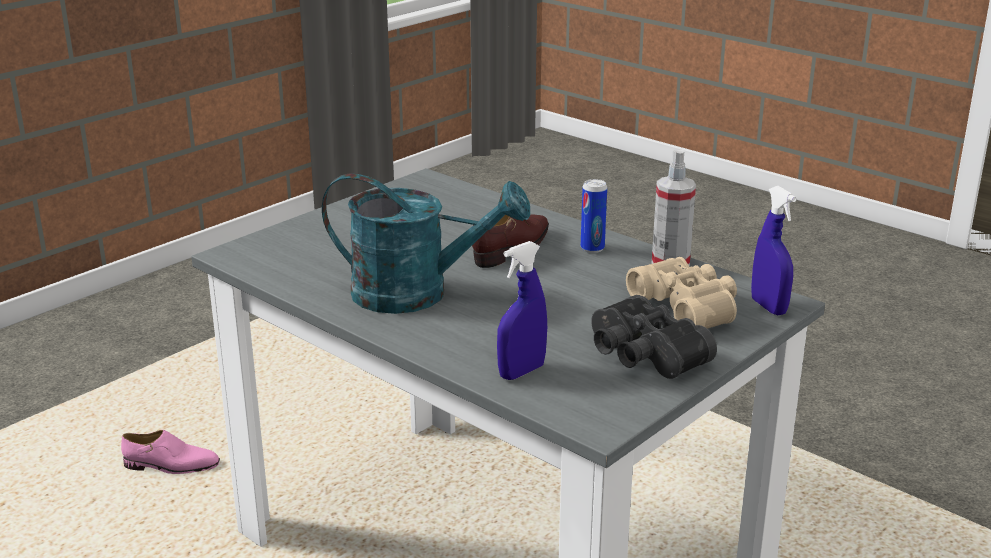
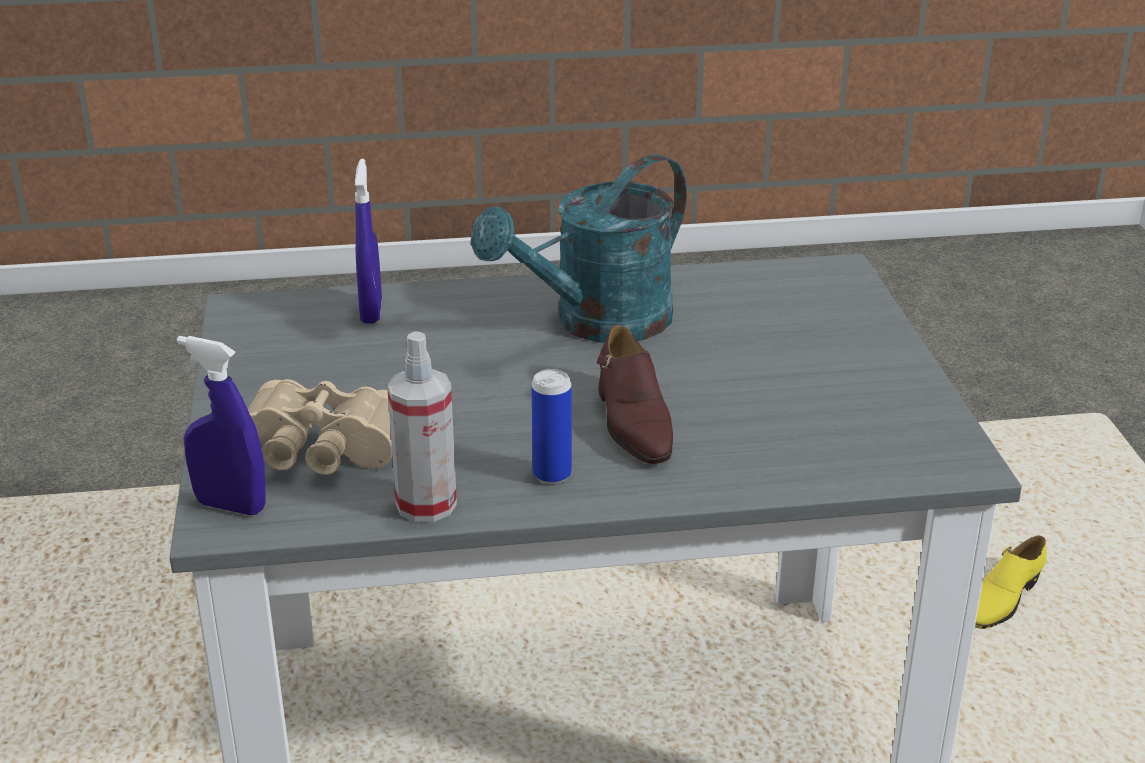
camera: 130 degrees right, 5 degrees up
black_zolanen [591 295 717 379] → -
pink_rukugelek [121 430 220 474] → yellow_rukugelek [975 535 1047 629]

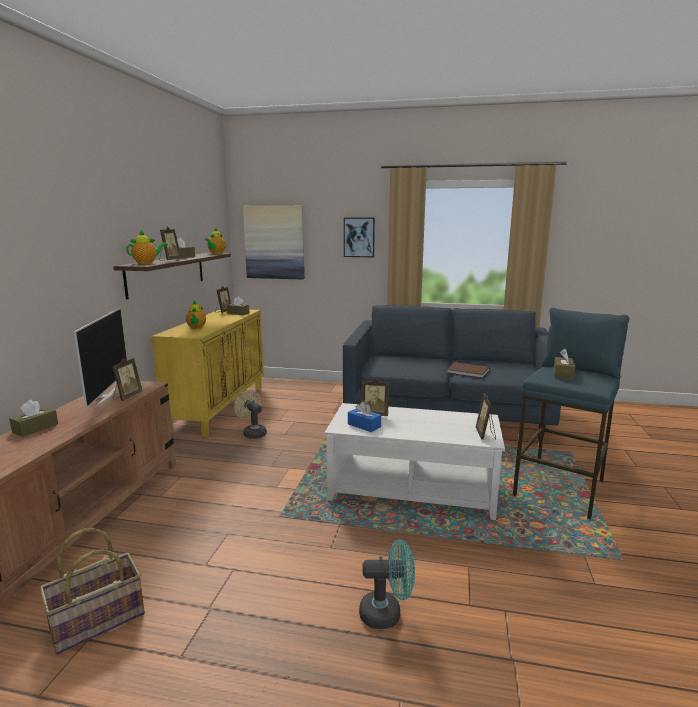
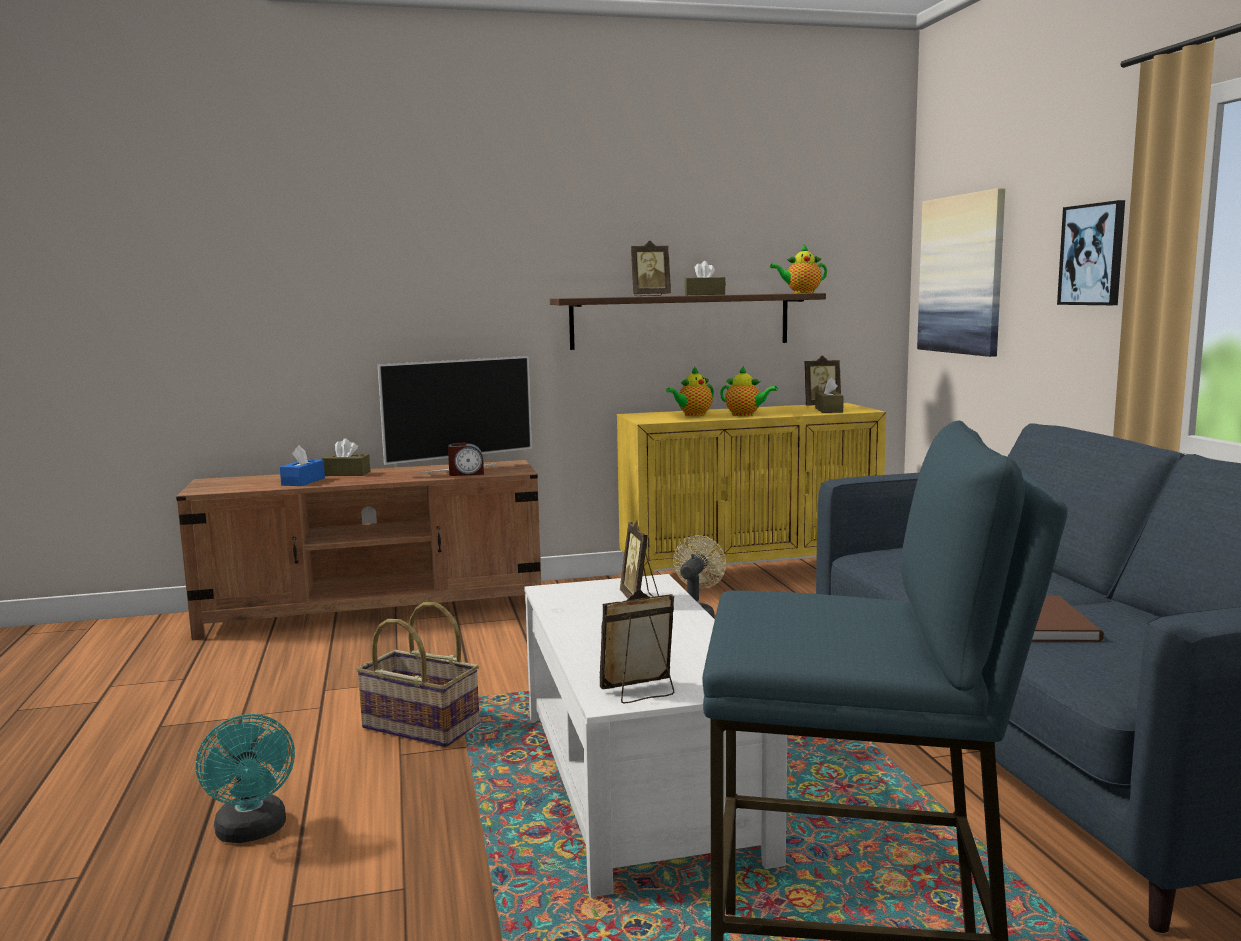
camera: 65 degrees right, 5 degrees down
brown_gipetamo [554 348 575 380] → -
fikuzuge [39 528 145 654] → fikuzuge [356 602 480 747], move
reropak [126 230 168 264] → reropak [720 366 778 416], move
blue_gipetamo [348 402 381 432] → blue_gipetamo [280 445 325 486], move
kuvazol [112 358 142 401] → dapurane [448 443 484 476]

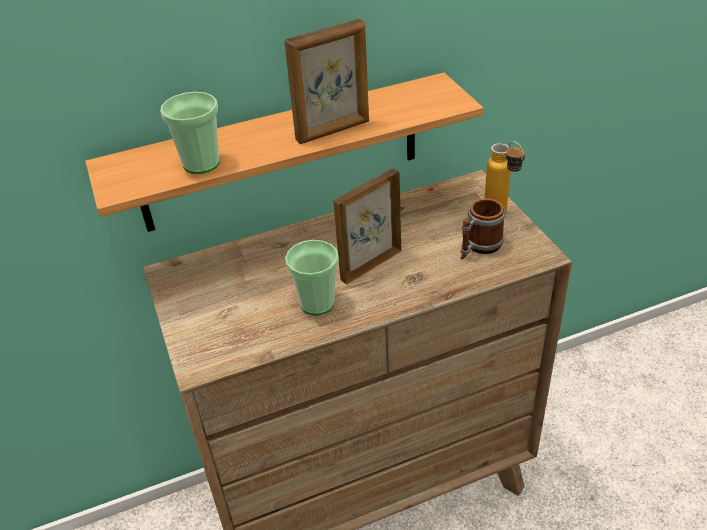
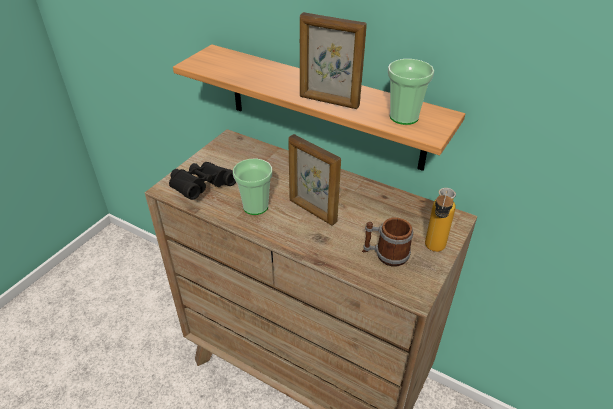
camera: 50 degrees right, 0 degrees up
- → black_zolanen [169 162 236 200]
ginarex [160 92 220 174] → ginarex [388 59 434 125], move
kuvazol [333 168 401 284] → kuvazol [288 134 341 226], 150 degrees counterclockwise

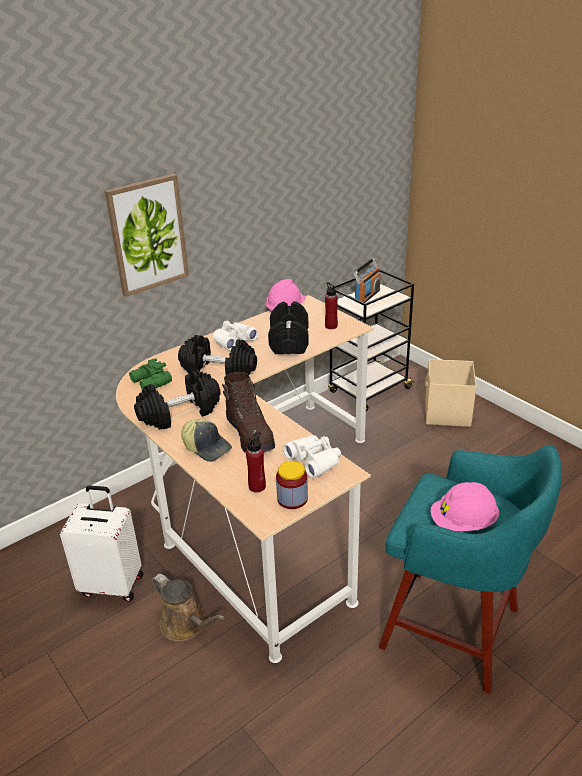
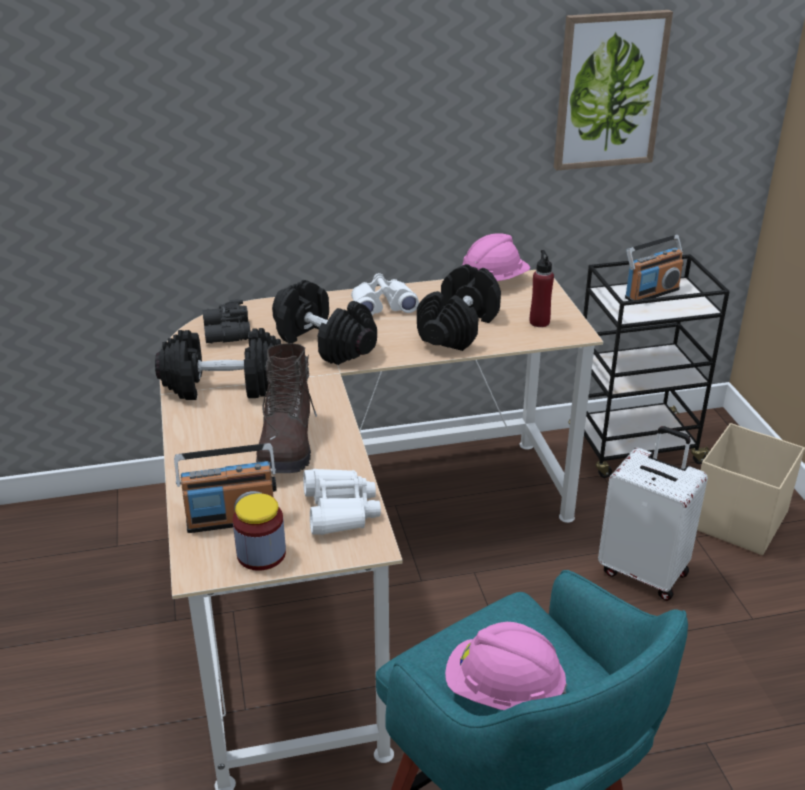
camera: 25 degrees right, 0 degrees up
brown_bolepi [152 574 225 642] → -
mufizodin [181 419 232 462] → -
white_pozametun [60 485 143 602] → white_pozametun [598 426 708 601], move
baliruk [105 174 189 297] → baliruk [554 10 673 170], move
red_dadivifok [246 432 266 492] → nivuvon [174 443 277 533]
green_zolanen [129 359 172 390] → black_zolanen [203 299 250 344]

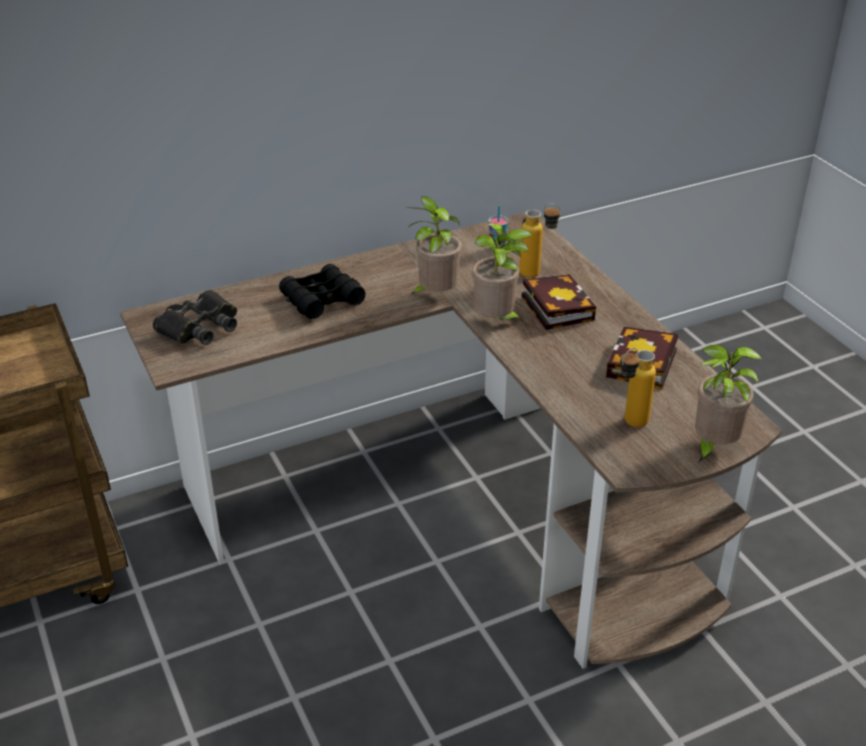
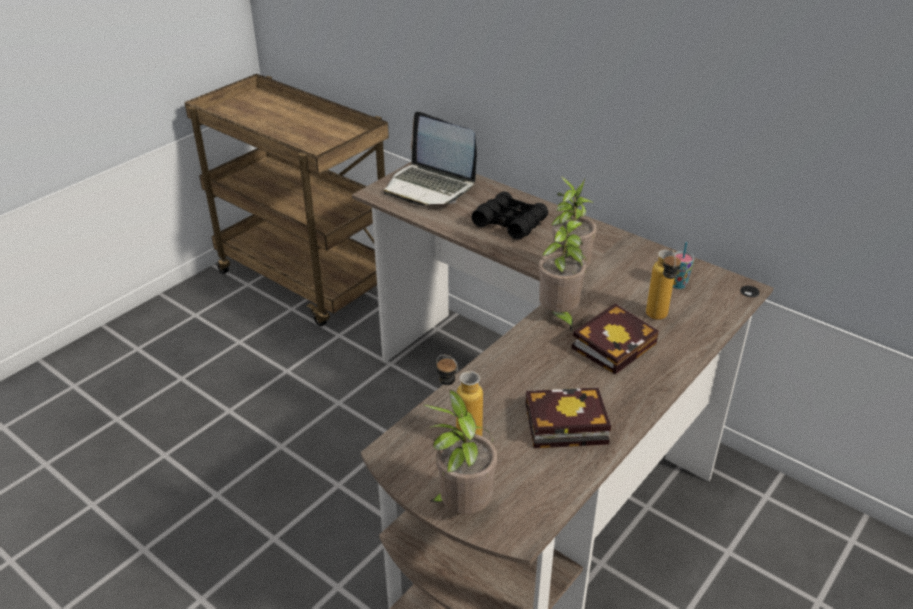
camera: 65 degrees right, 0 degrees up
black_zolanen [153 290 237 345] → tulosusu [384 112 477 206]

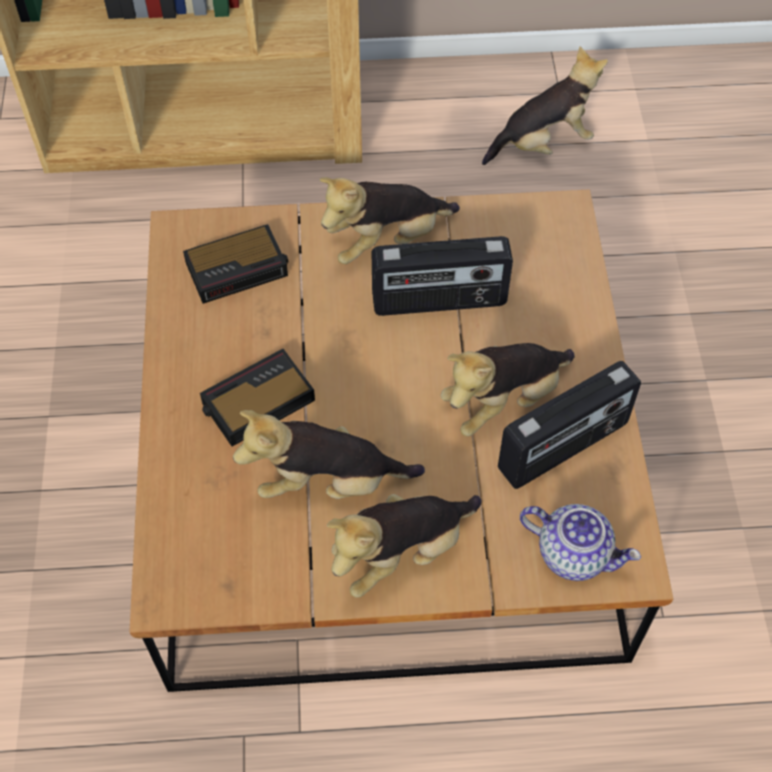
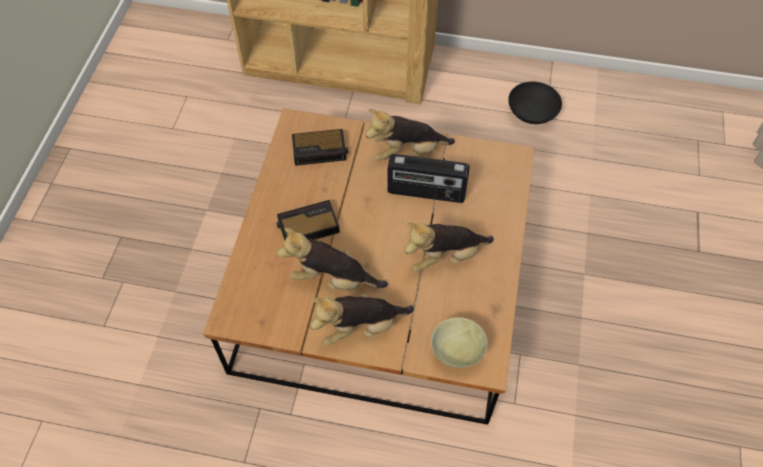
camera: 15 degrees right, 0 degrees up
nivuvon [498 361 641 489] → -
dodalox [482 46 608 165] → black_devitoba [508 82 562 124]
reropak [520 504 641 581] → beige_devitoba [431 317 488 368]

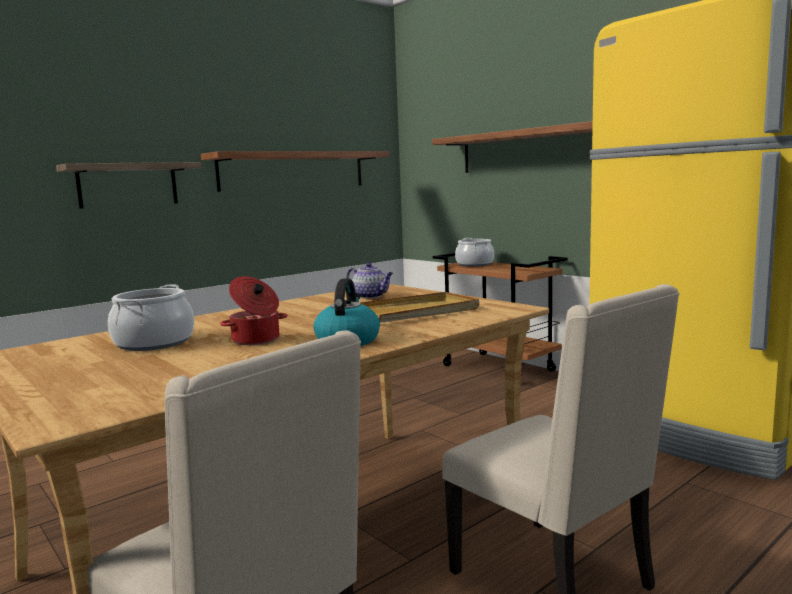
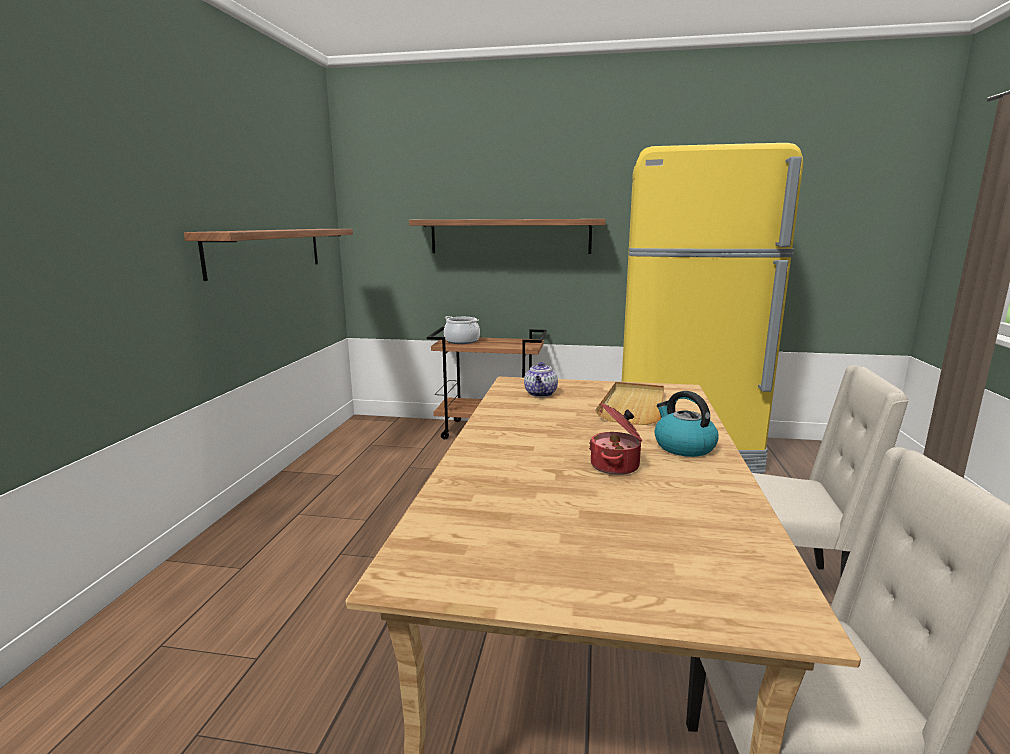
camera: 40 degrees left, 5 degrees up
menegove [56 162 201 209] → -
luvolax [108 285 194 351] → -
reropak [346 263 393 298] → reropak [524 362 558 397], 105 degrees clockwise

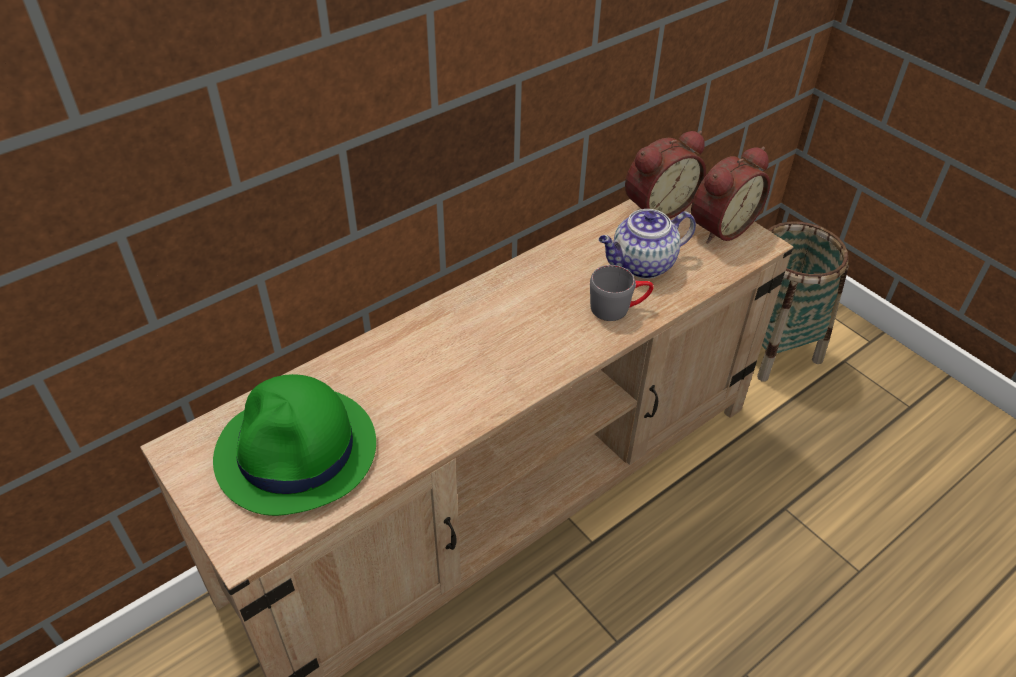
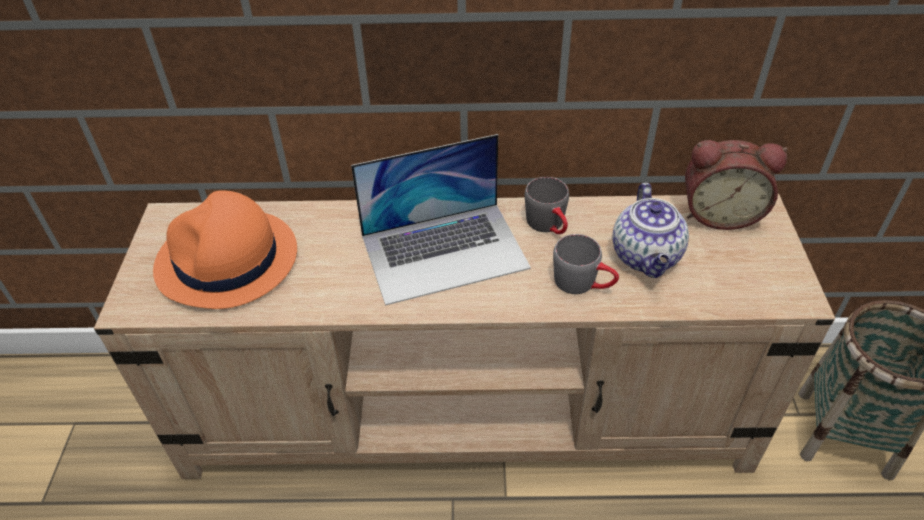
camera: 40 degrees right, 0 degrees up
dapurane [691 147 770 244] → -
- → tulosusu [351 134 531 305]
- → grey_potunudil [525 177 569 234]
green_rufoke [213 374 376 516] → orange_rufoke [153 190 297 309]
reropak [599 209 696 279] → reropak [613 183 689 278], 105 degrees counterclockwise

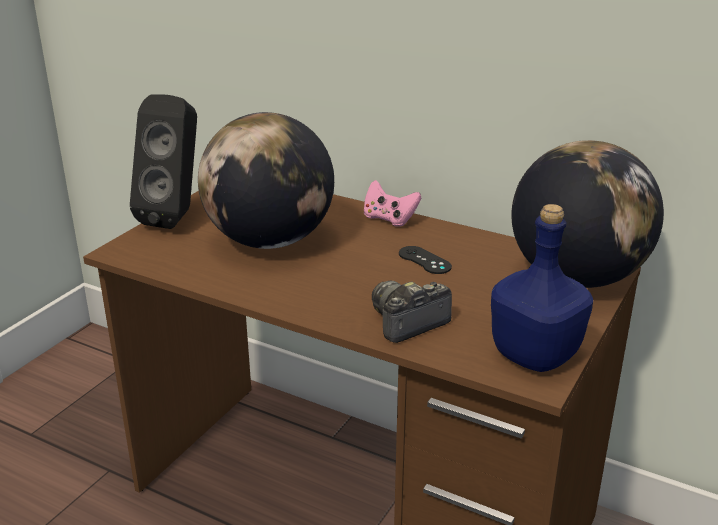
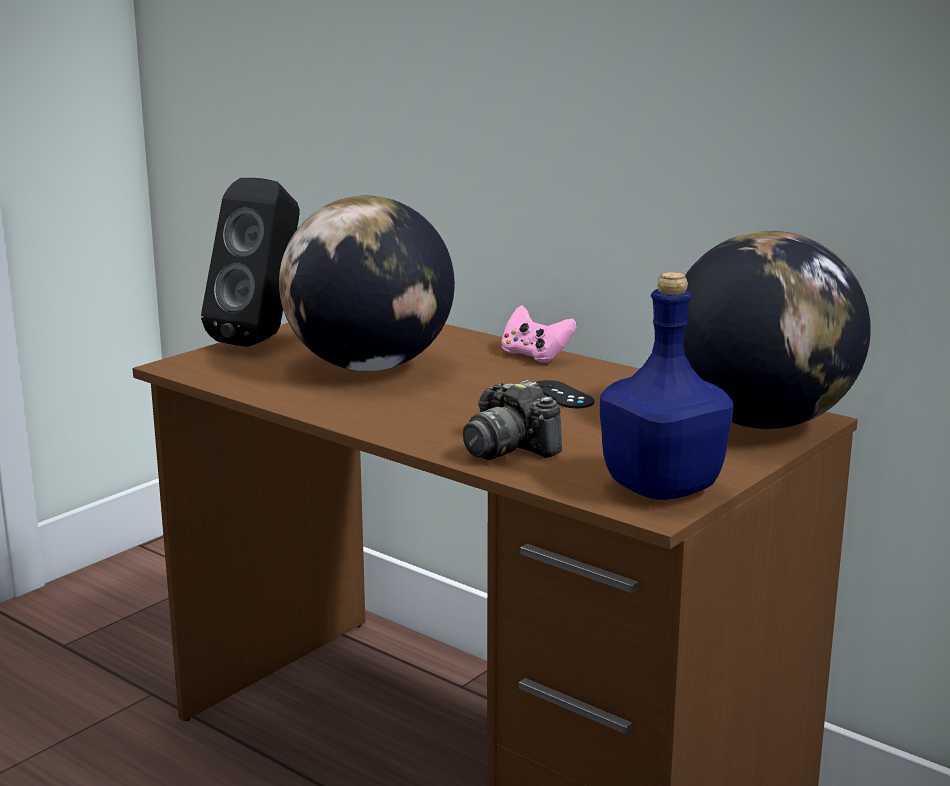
camera: 10 degrees right, 10 degrees down
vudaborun [372 281 452 343] → vudaborun [463 380 562 460], 105 degrees counterclockwise

